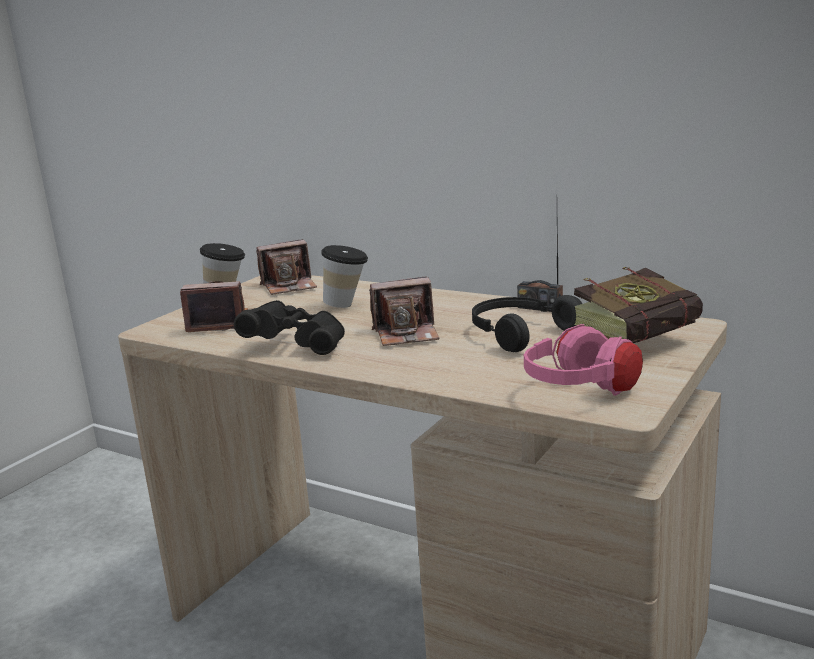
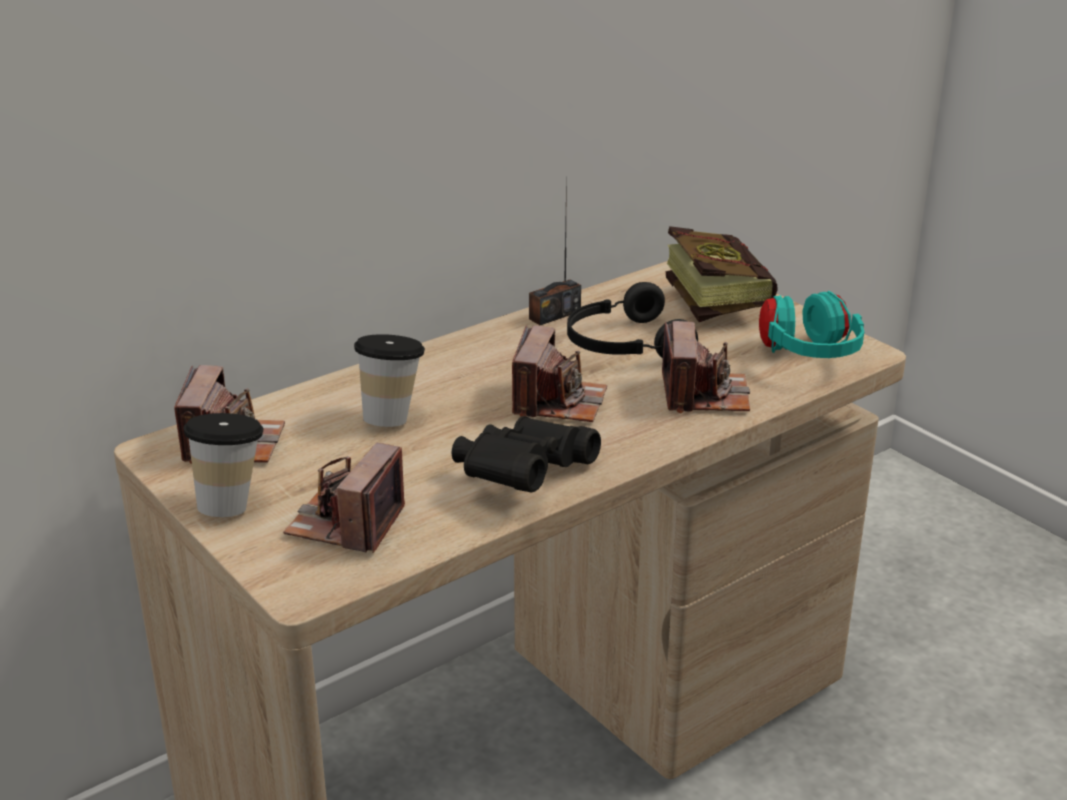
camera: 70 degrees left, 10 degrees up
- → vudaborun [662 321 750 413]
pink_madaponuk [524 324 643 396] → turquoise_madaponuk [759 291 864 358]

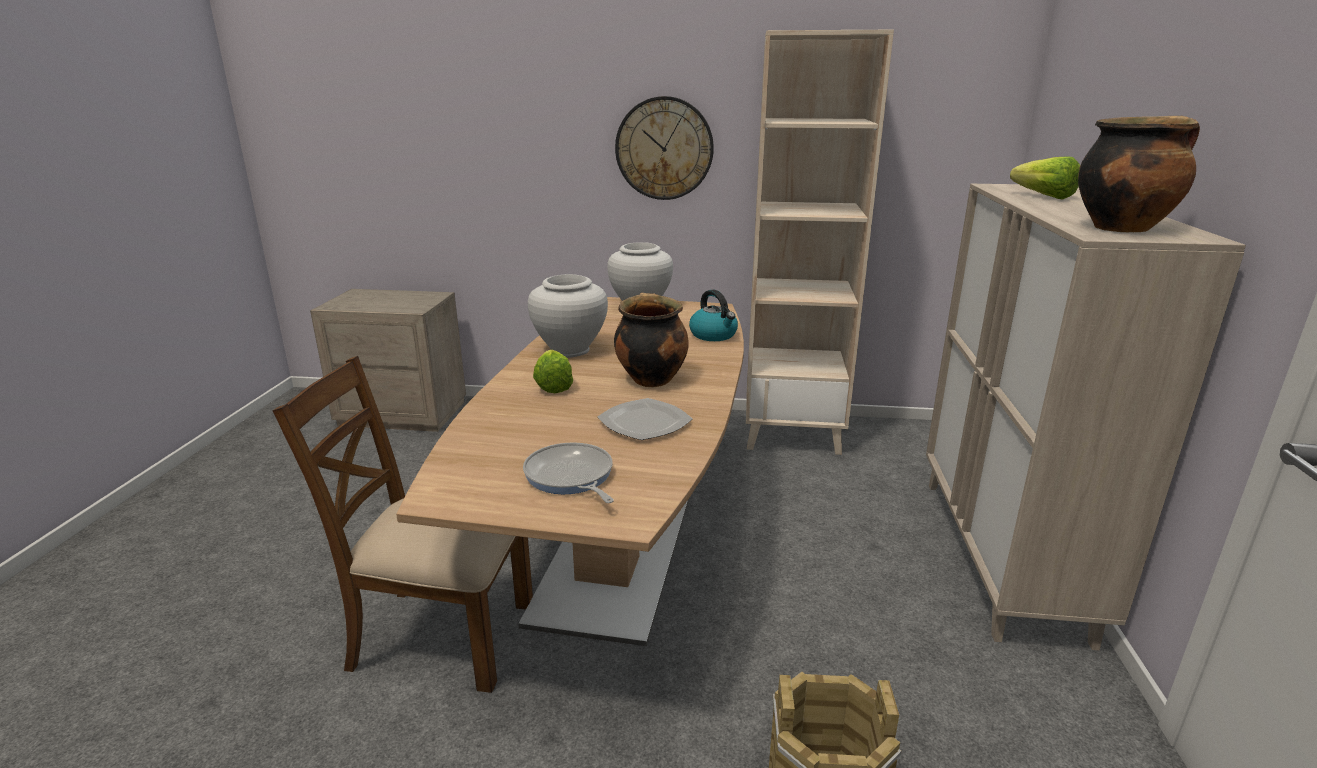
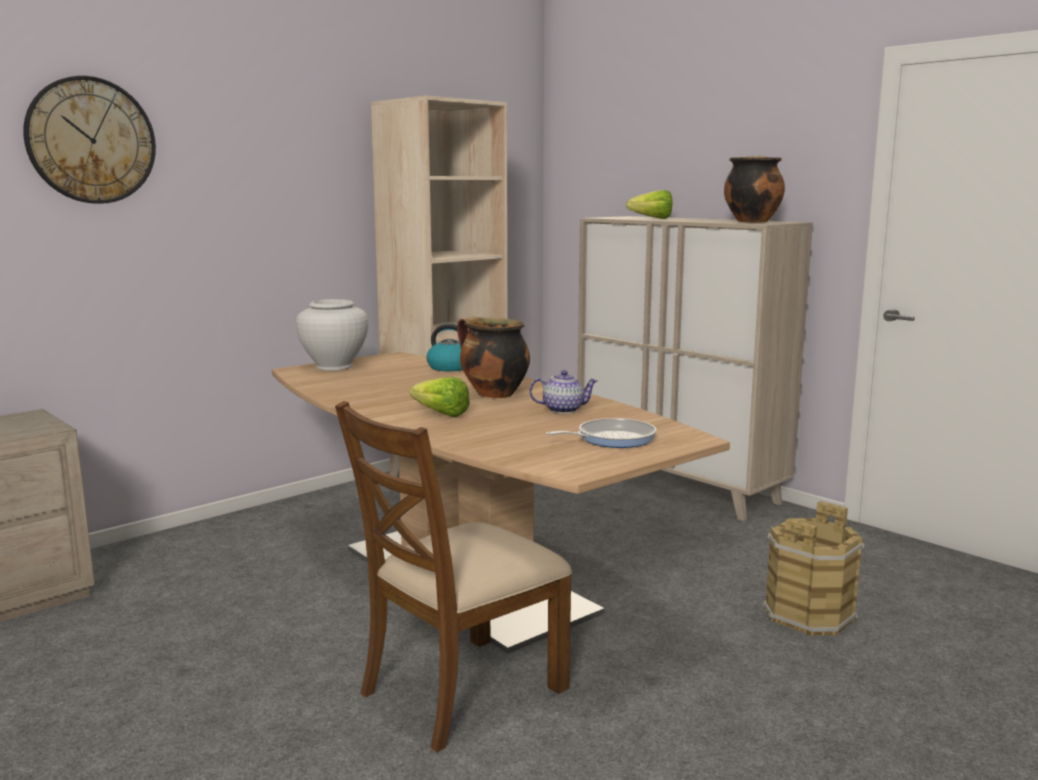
camera: 50 degrees left, 10 degrees down
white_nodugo [528 274 608 358] → -
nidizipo [615 96 714 200] → nidizipo [23 76 156 204], move
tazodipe [598 398 692 440] → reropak [529 370 598 414]
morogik [523 443 614 503] → morogik [546 418 656 448], 150 degrees clockwise

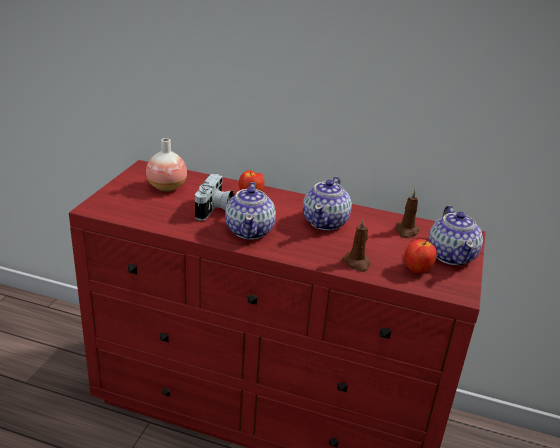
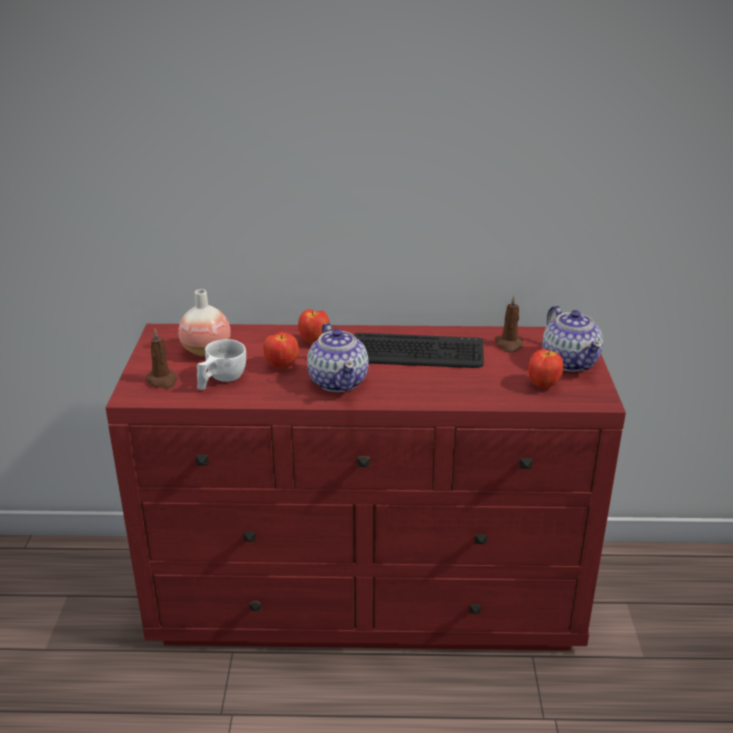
camera: 15 degrees left, 0 degrees up
- → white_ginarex [197 339 246 390]
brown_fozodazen [343 218 371 272] → brown_fozodazen [145 329 177 389], move
vudaborun [195 174 234 220] → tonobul [263 332 299 368]
reropak [303 177 352 230] → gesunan [354 333 484 368]

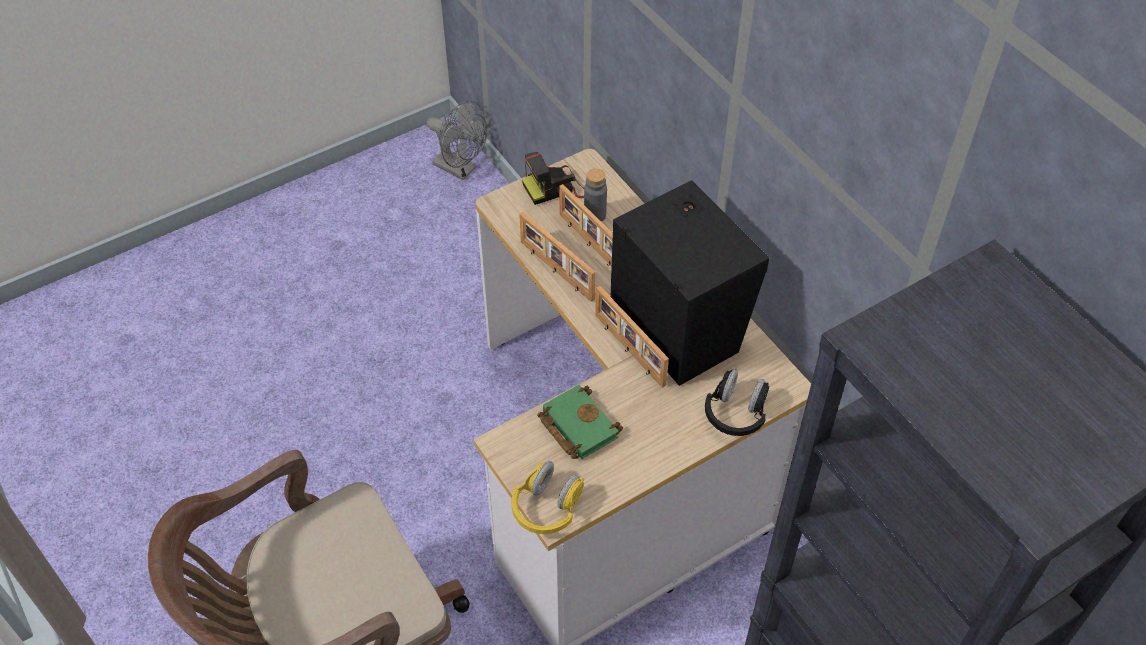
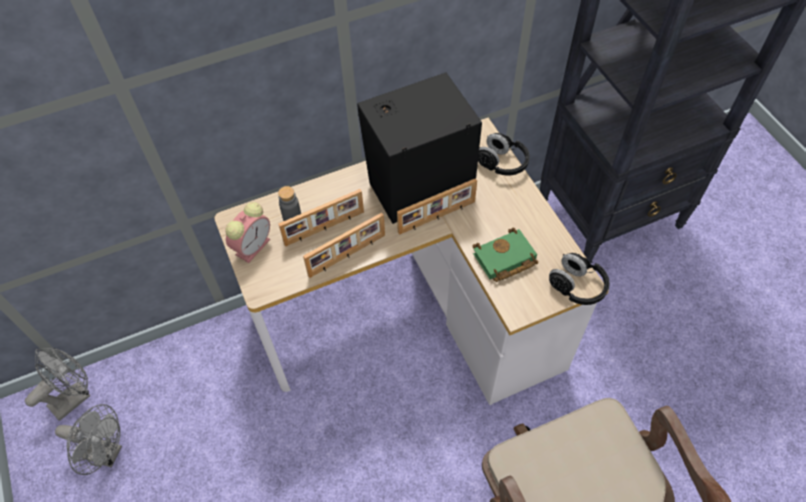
camera: 80 degrees left, 5 degrees up
- → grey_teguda [55 404 122 475]
vudaborun [522 152 584 205] → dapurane [225 202 270 263]
yellow_madaponuk [511 461 585 534] → black_madaponuk [549 253 610 305]

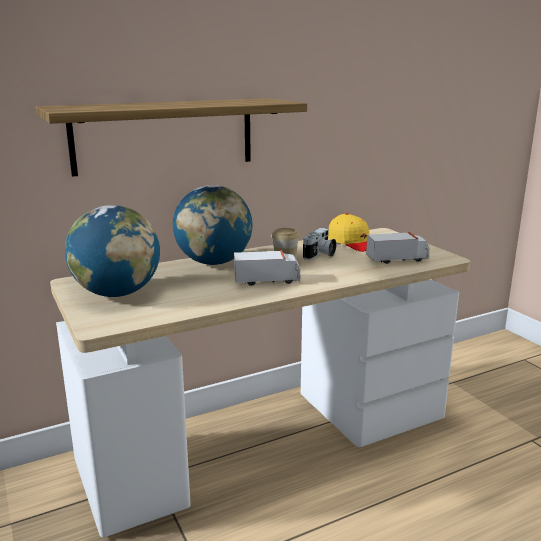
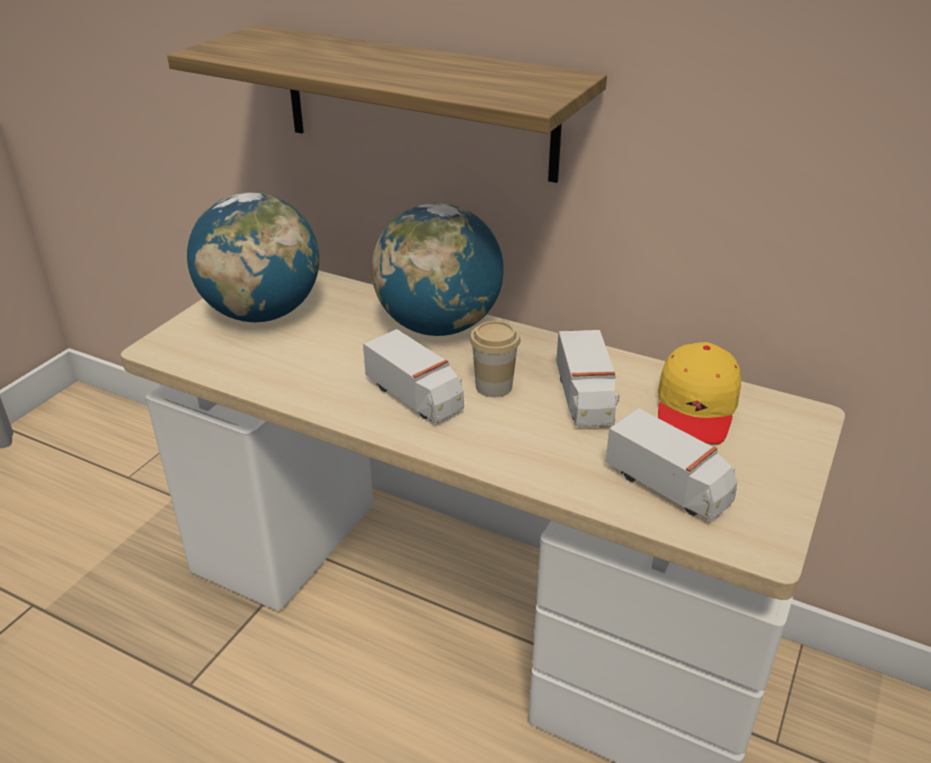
camera: 55 degrees right, 15 degrees up
vudaborun [303 228 336 260] → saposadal [556 330 620 427]

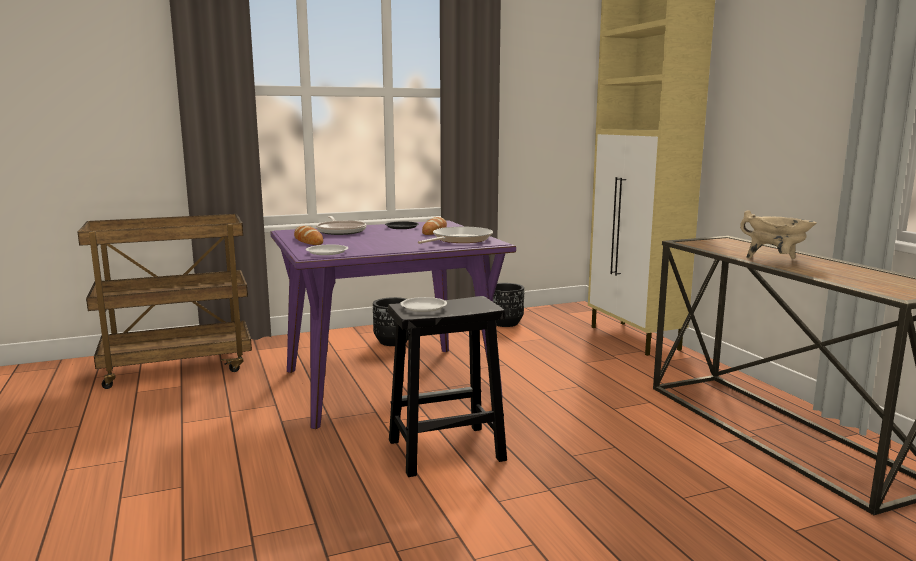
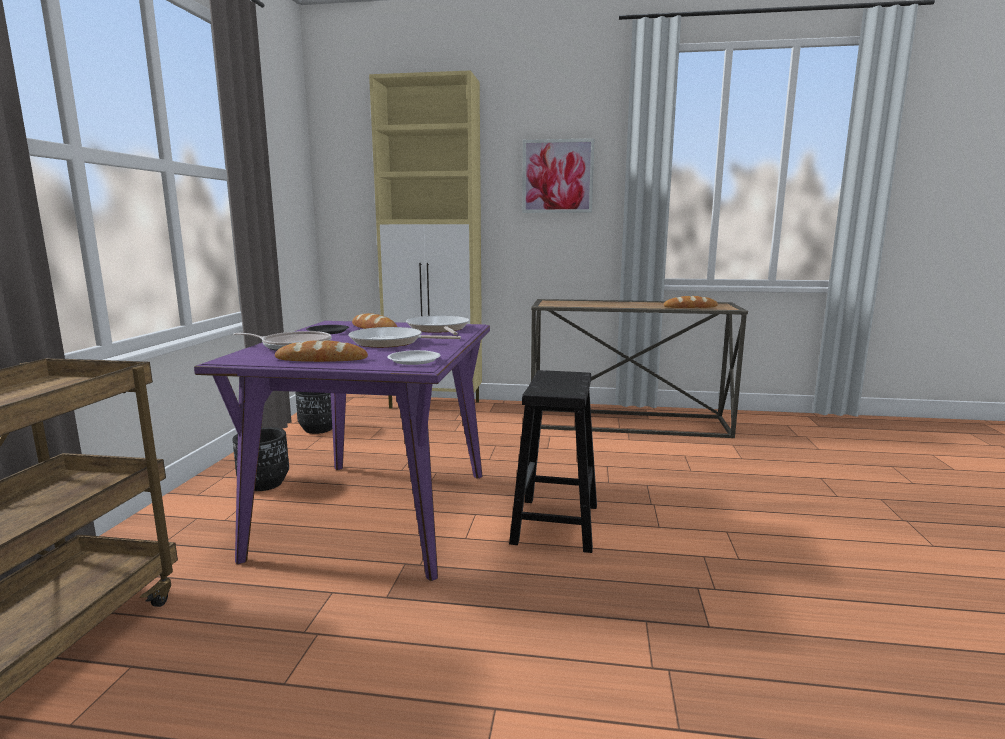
camera: 60 degrees left, 0 degrees up
white_tazodipe [400 297 447 312] → -
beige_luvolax [740 210 816 259] → -
- → morogik [348 327 461 348]
- → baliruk [522 138 595 213]
- → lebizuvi [663 296 718 308]

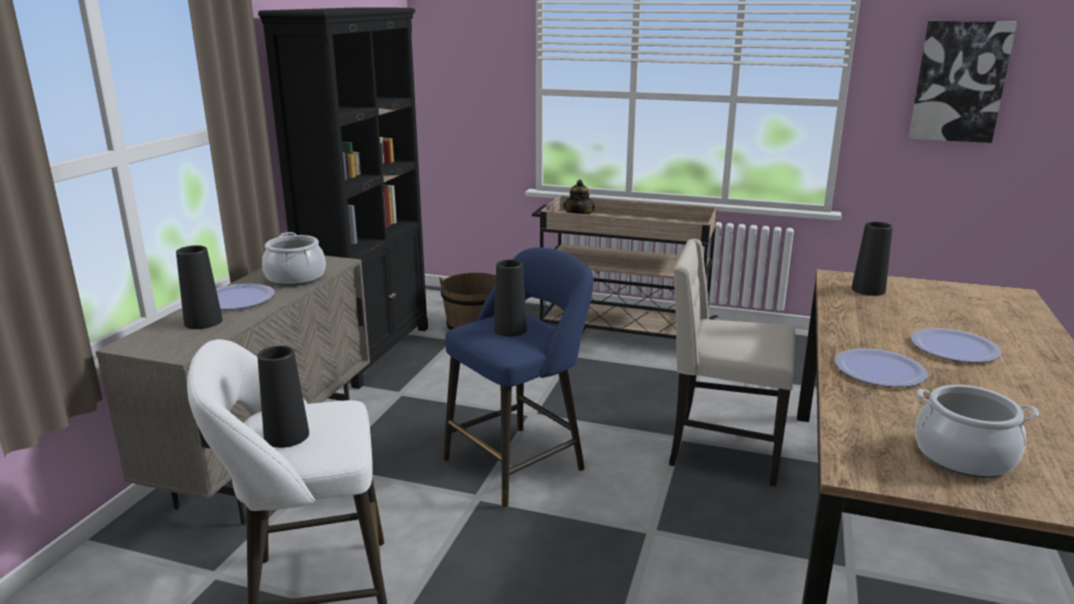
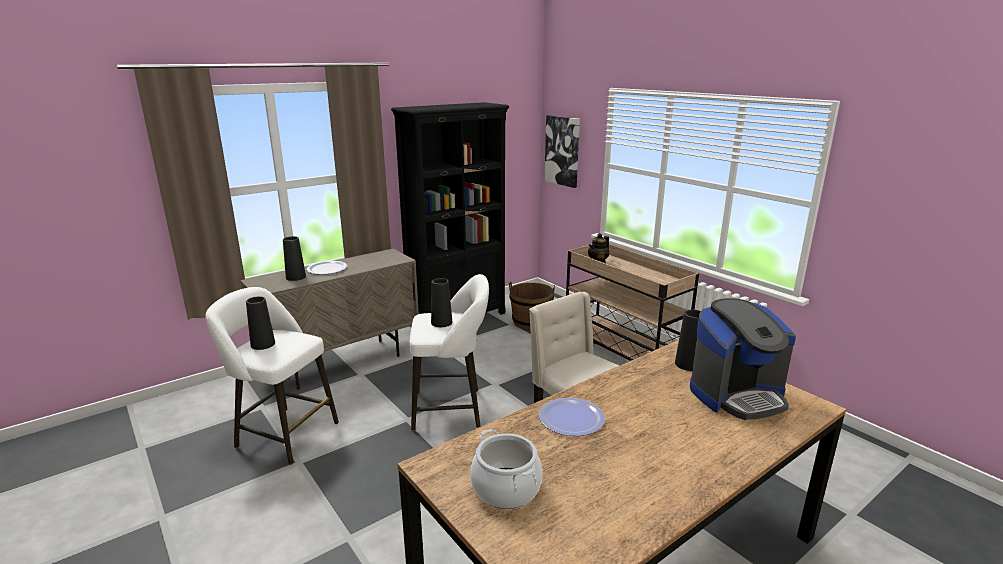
camera: 35 degrees right, 0 degrees up
luvolax [262 232 326 286] → -
tazodipe [911 328 1002 363] → -
- → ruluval [690 298 796 420]
baliruk [909 21 1017 143] → baliruk [544 115 580 188], move
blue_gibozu [443 247 594 508] → white_gibozu [410 274 489 431]

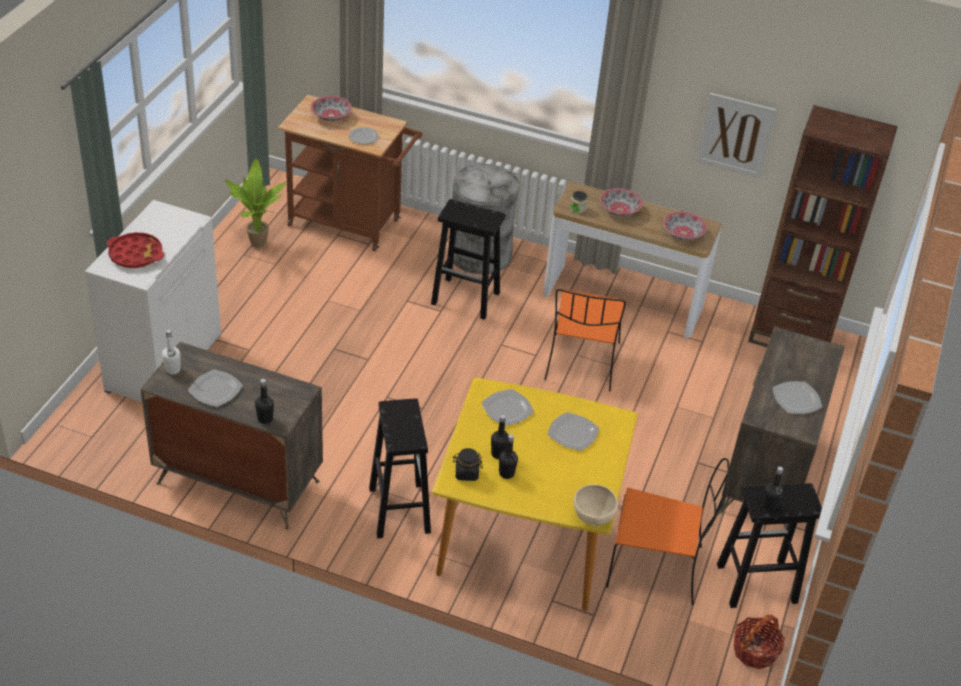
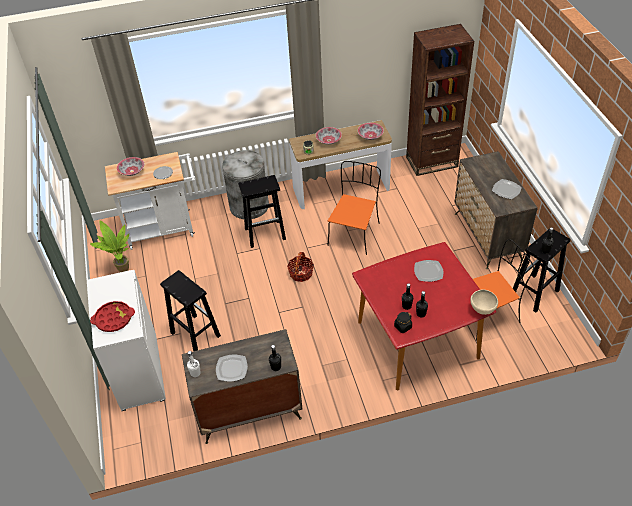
camera: 30 degrees left, 5 degrees up
tazodipe [482 389 534 426] → -
baliruk [696 93 777 178] → -
black_gibozu [369 398 431 538] → black_gibozu [160 270 221 351], move
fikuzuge [734 614 785 669] → fikuzuge [287 252 314 282], move
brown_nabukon [278 95 422 251] → white_nabukon [105 152 196 250]
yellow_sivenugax [432 377 638 611] → red_sivenugax [352 242 496 391]
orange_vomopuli [544 289 626 391] → orange_vomopuli [327 161 381 255], 135 degrees counterclockwise

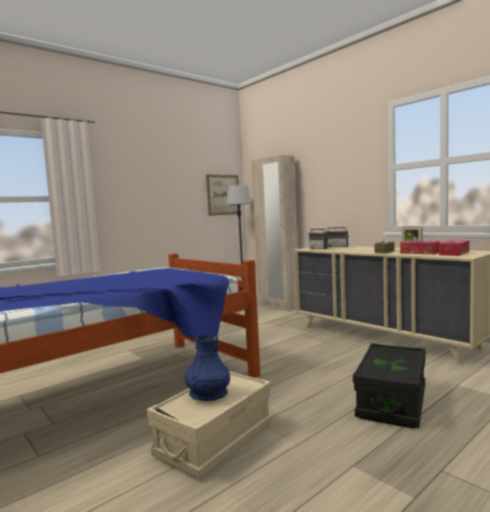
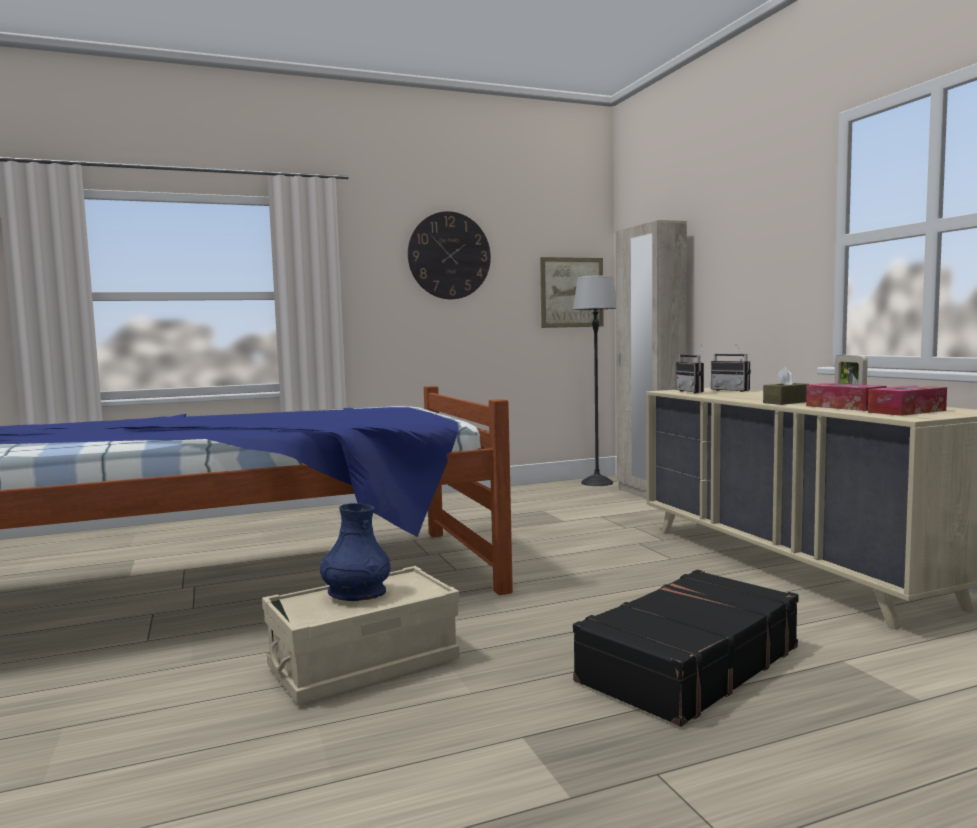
camera: 20 degrees right, 0 degrees up
- → nidizipo [408 211 491 299]
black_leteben [353 343 425 428] → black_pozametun [573 569 799 727]

